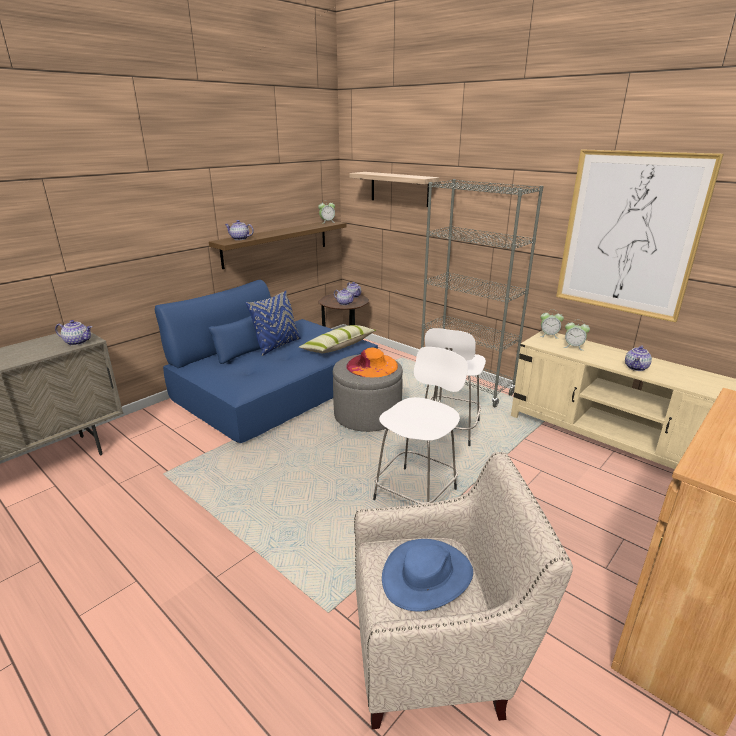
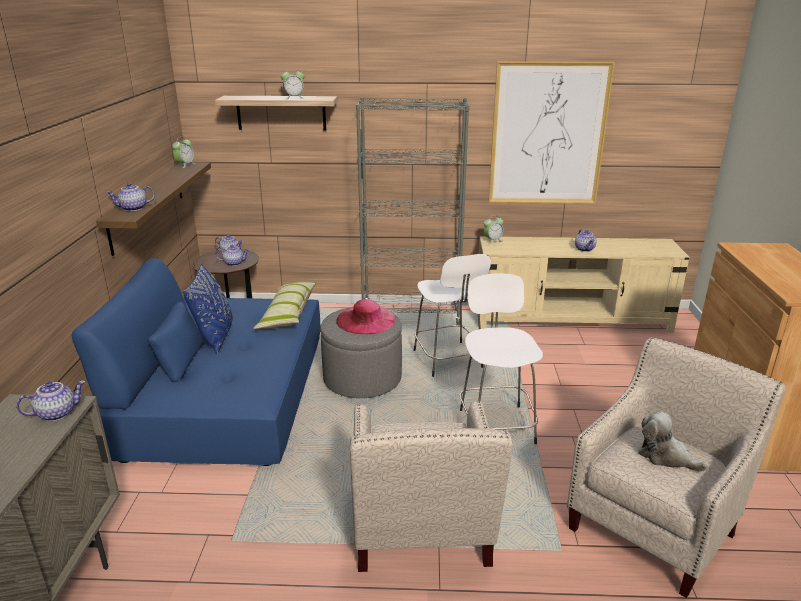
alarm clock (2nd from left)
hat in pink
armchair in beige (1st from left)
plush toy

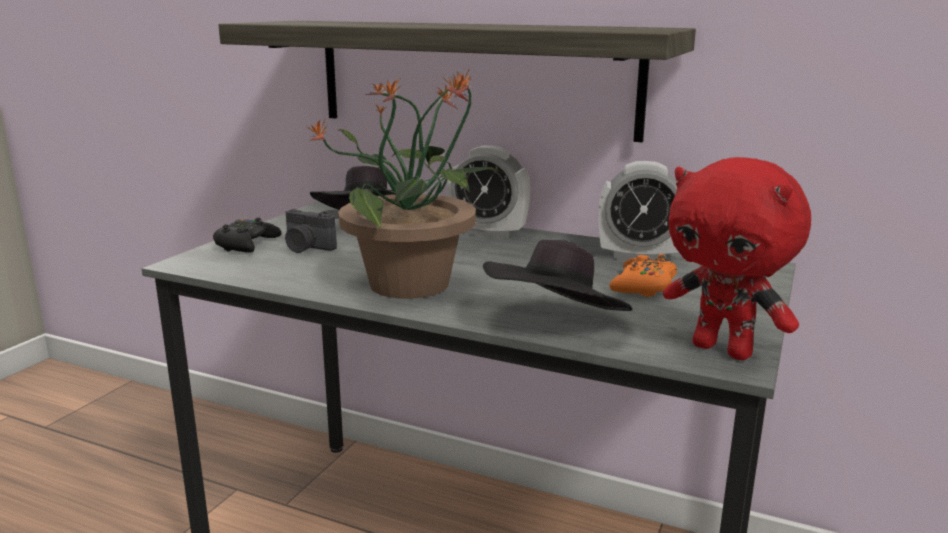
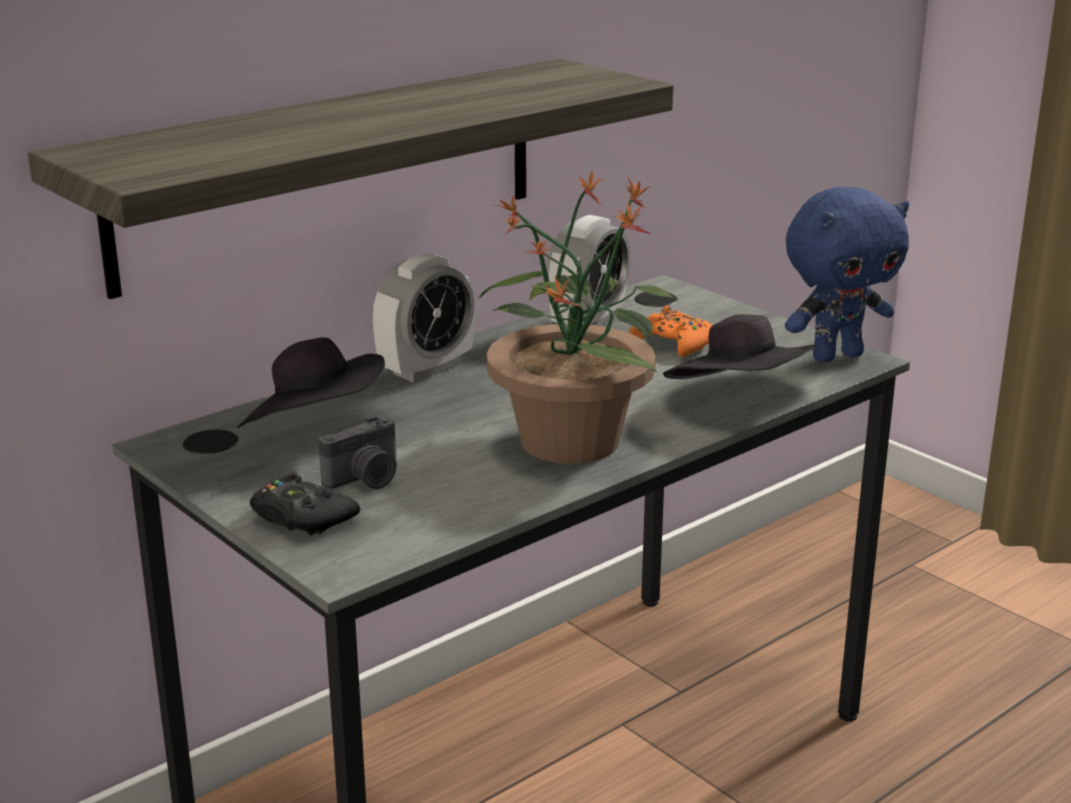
plush toy in blue

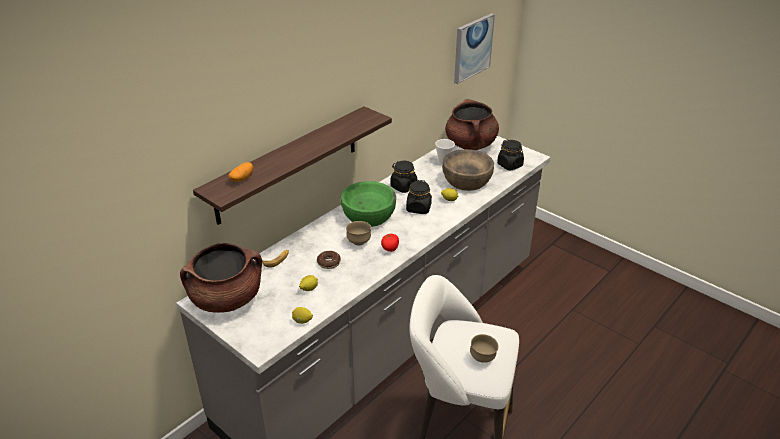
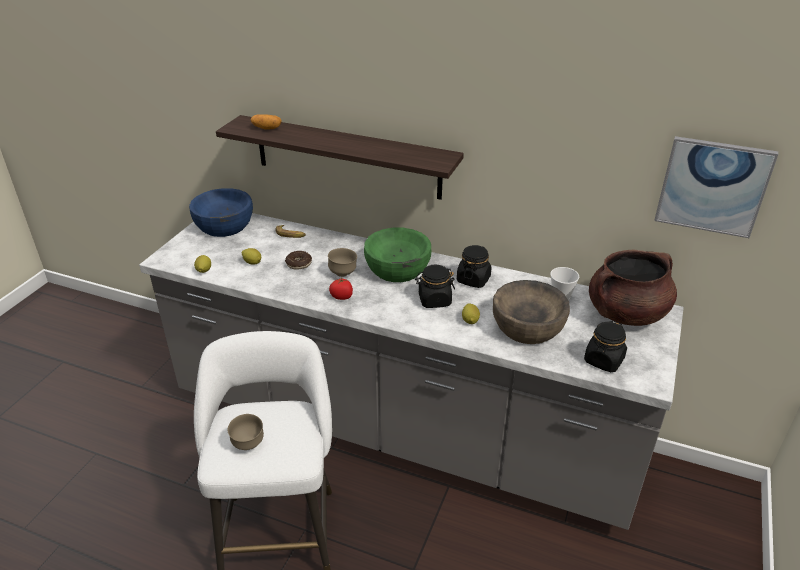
bowl in blue

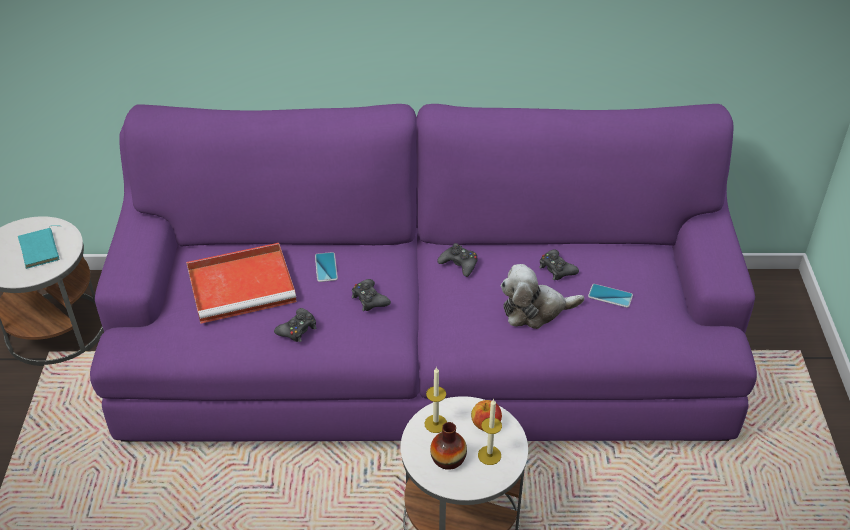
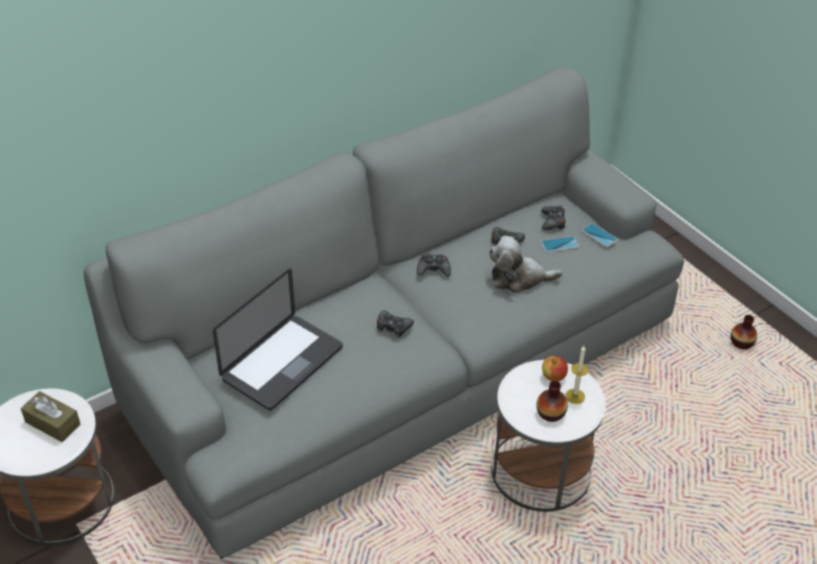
tissue box in brown
sofa in grey
laptop
plush toy
game controller in black (4th from left)
phone (2nd from left)
vase (2nd from left)
candle (1st from left in the first image)

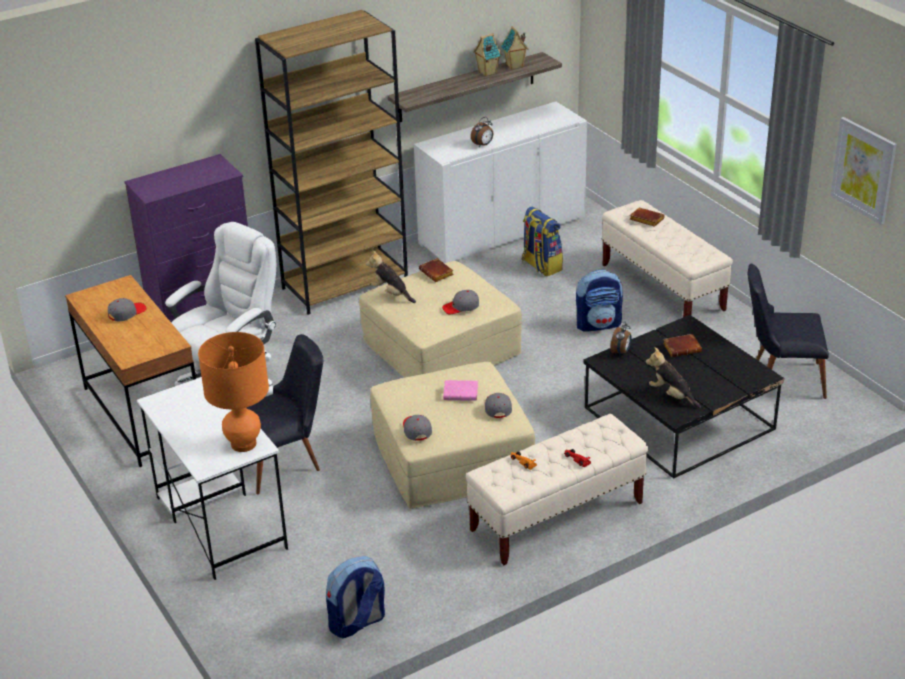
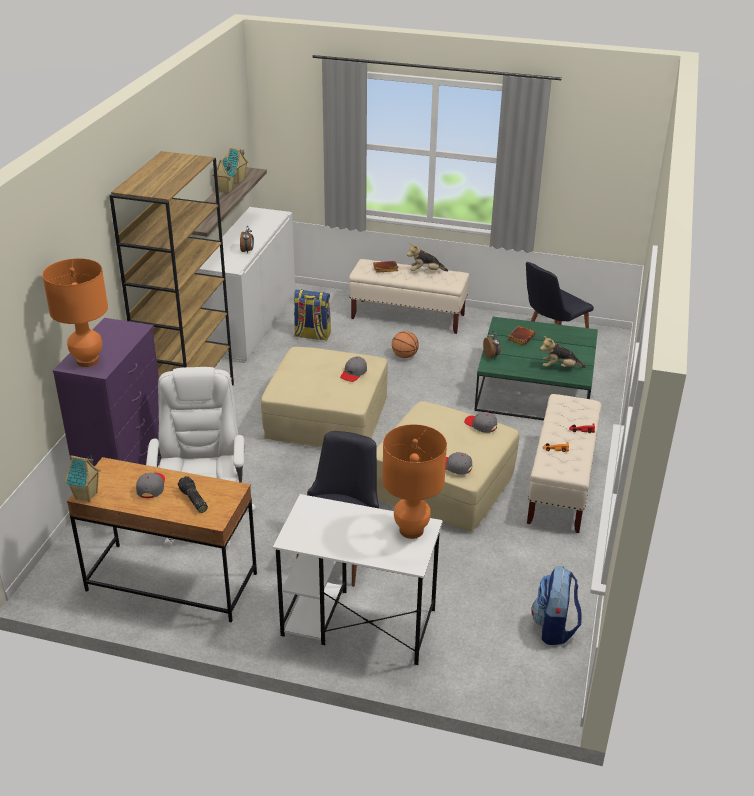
table lamp in orange (1st from left)
toy house (1st from left)
flashlight
basketball
plush toy (1st from left)
coffee table in green
book in brown (1st from left in the first image)
book in pink
picture

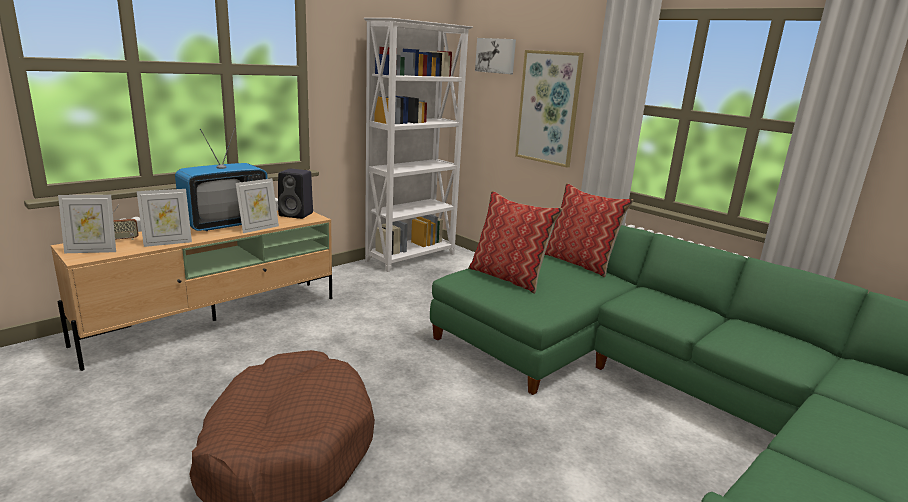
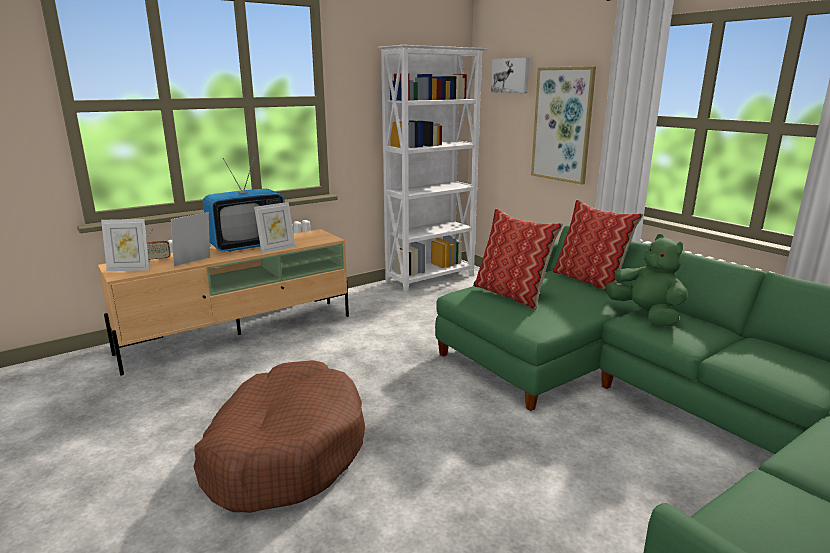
picture frame (2nd from left)
plush toy in green
speaker in black

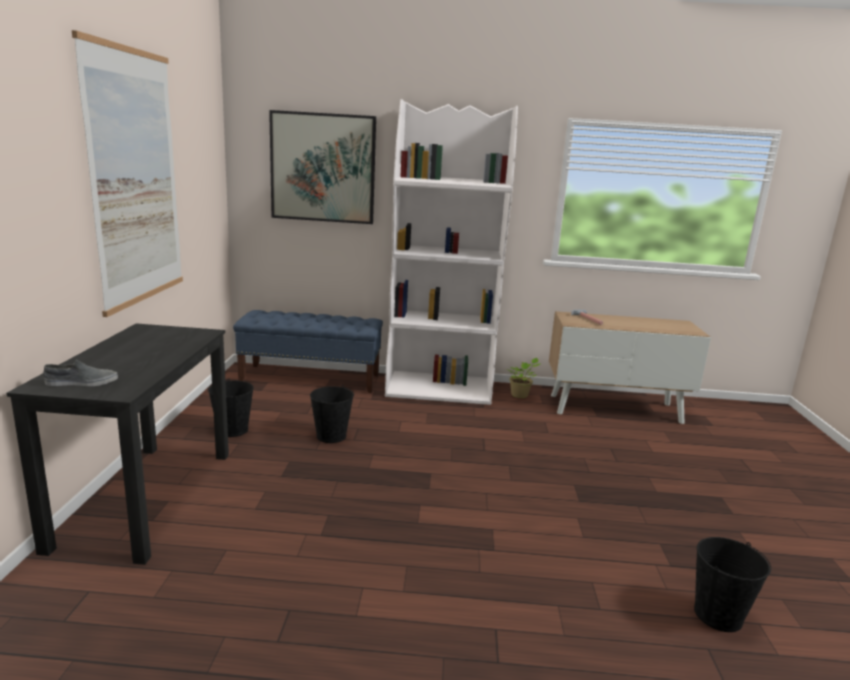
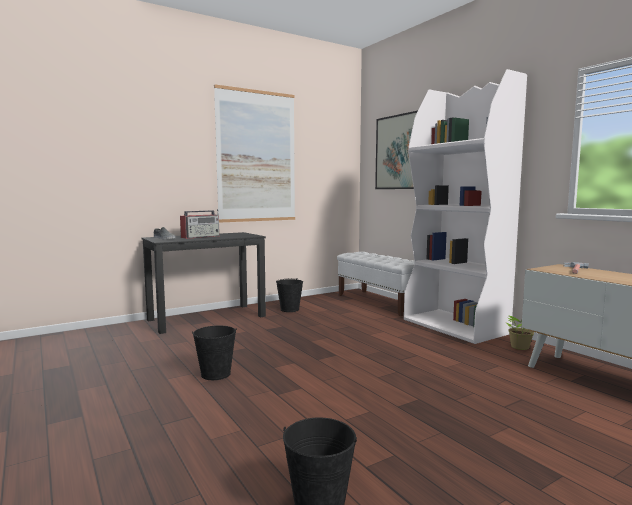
radio
bucket in black (1st from left)
bench in white

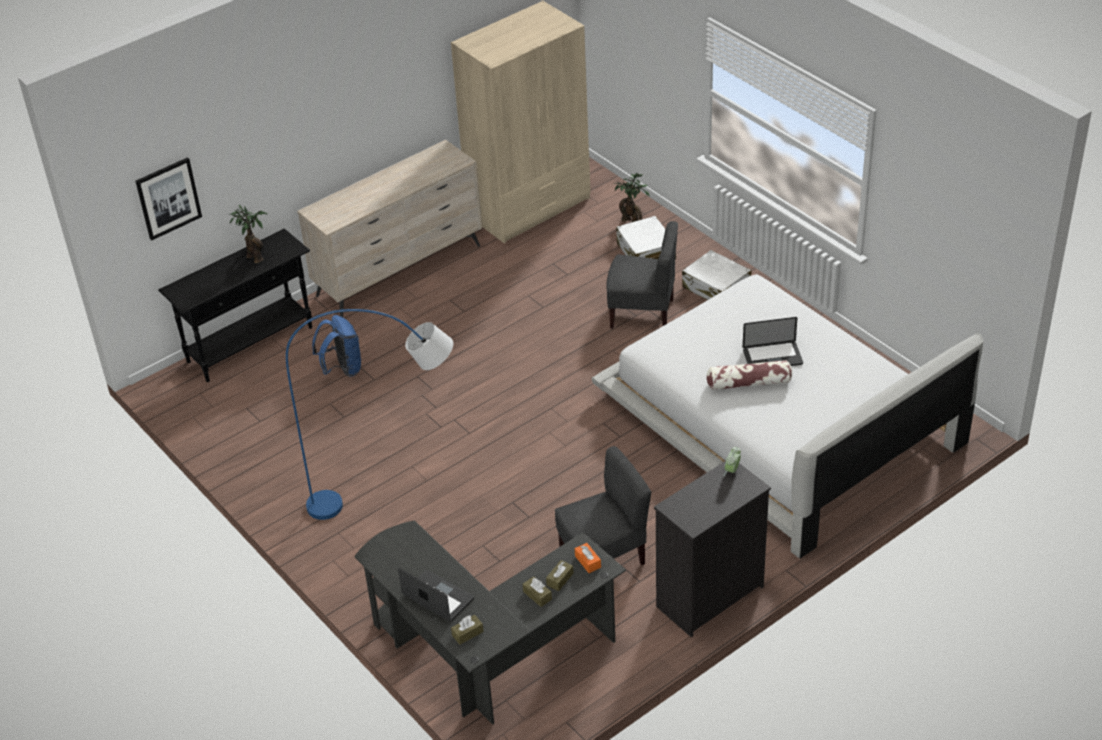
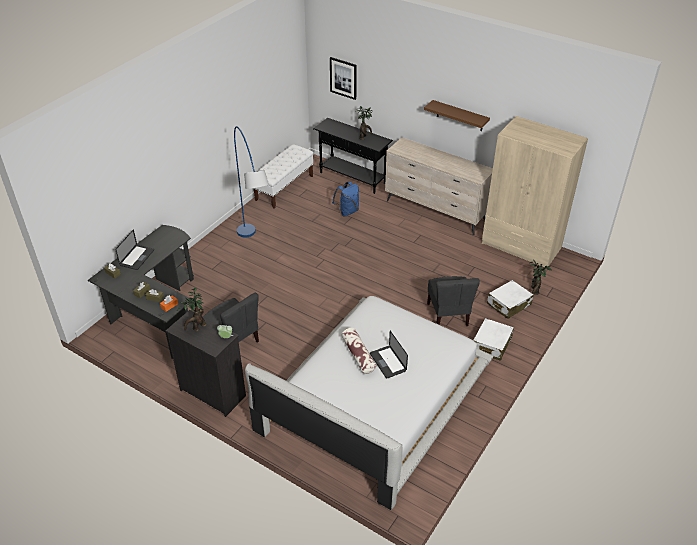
potted plant (1st from left)
bench in white
shelf in brown

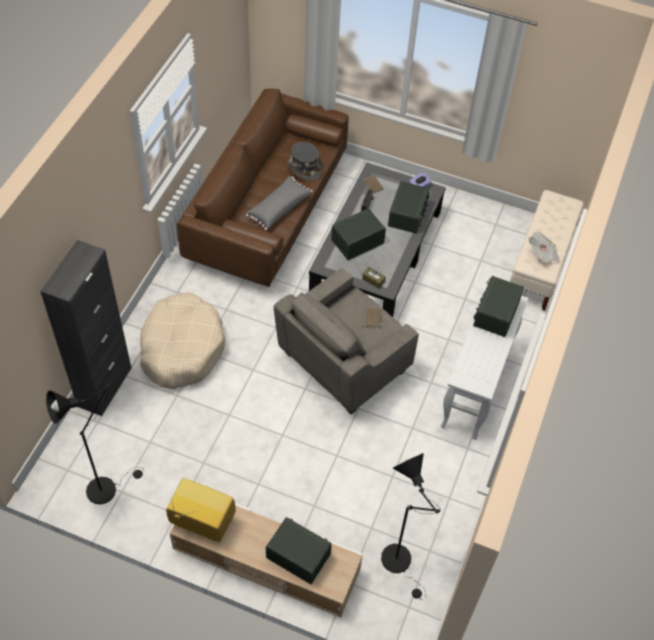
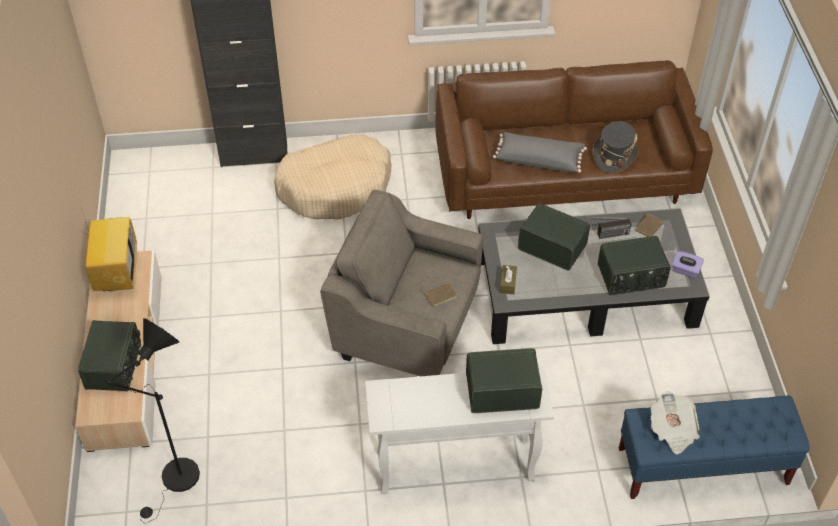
bench in blue
floor lamp in black (1st from left in the first image)

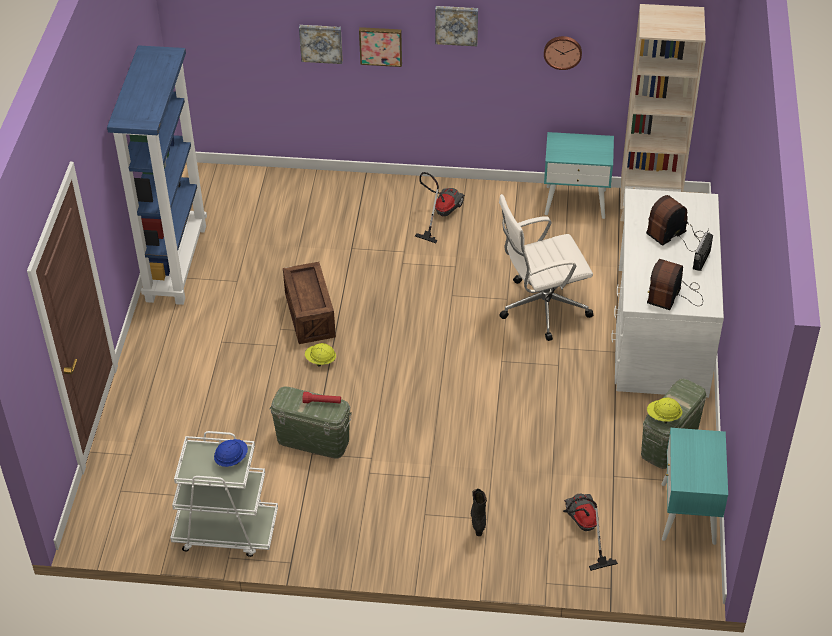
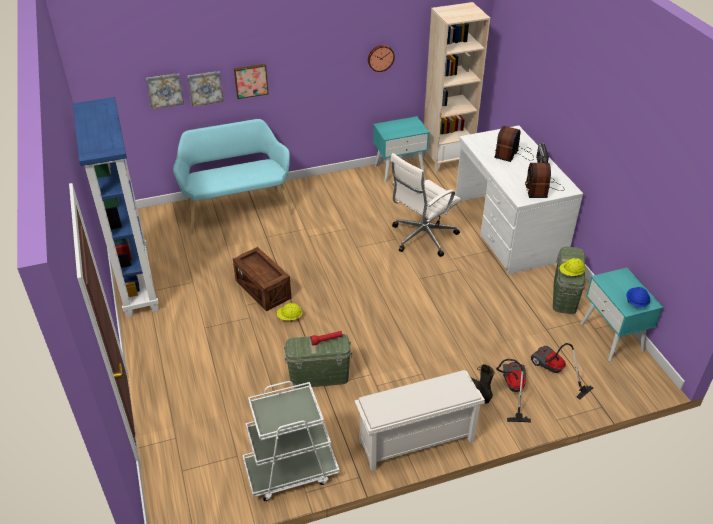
picture (1st from left)
bench in turquoise
shoe rack in white
vacuum cleaner (1st from left)
hard hat in blue

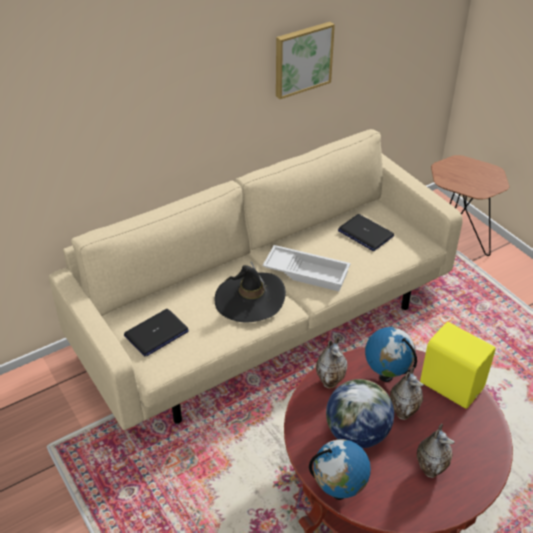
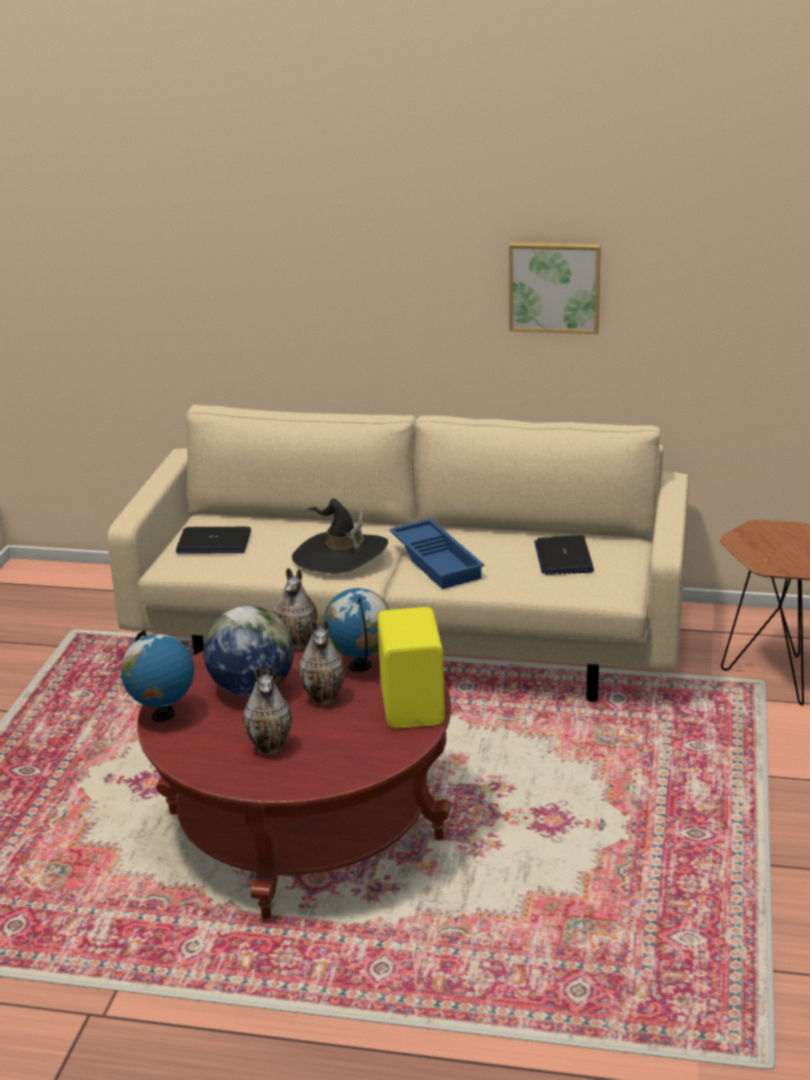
tray in blue

